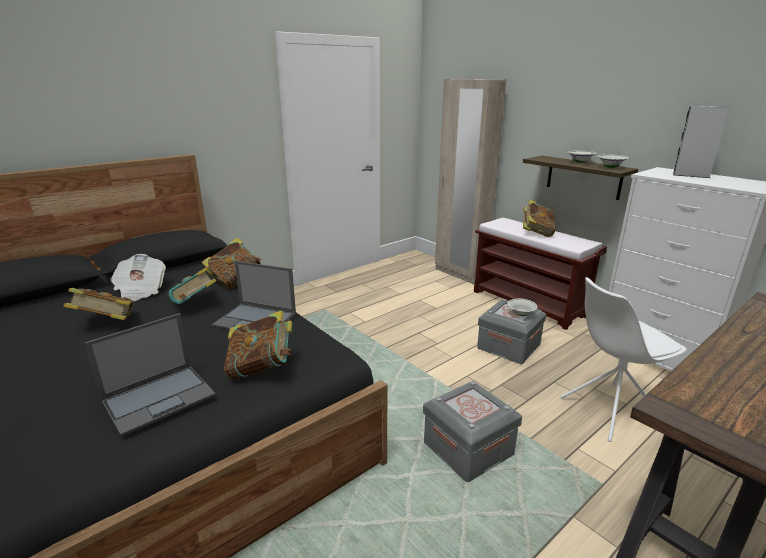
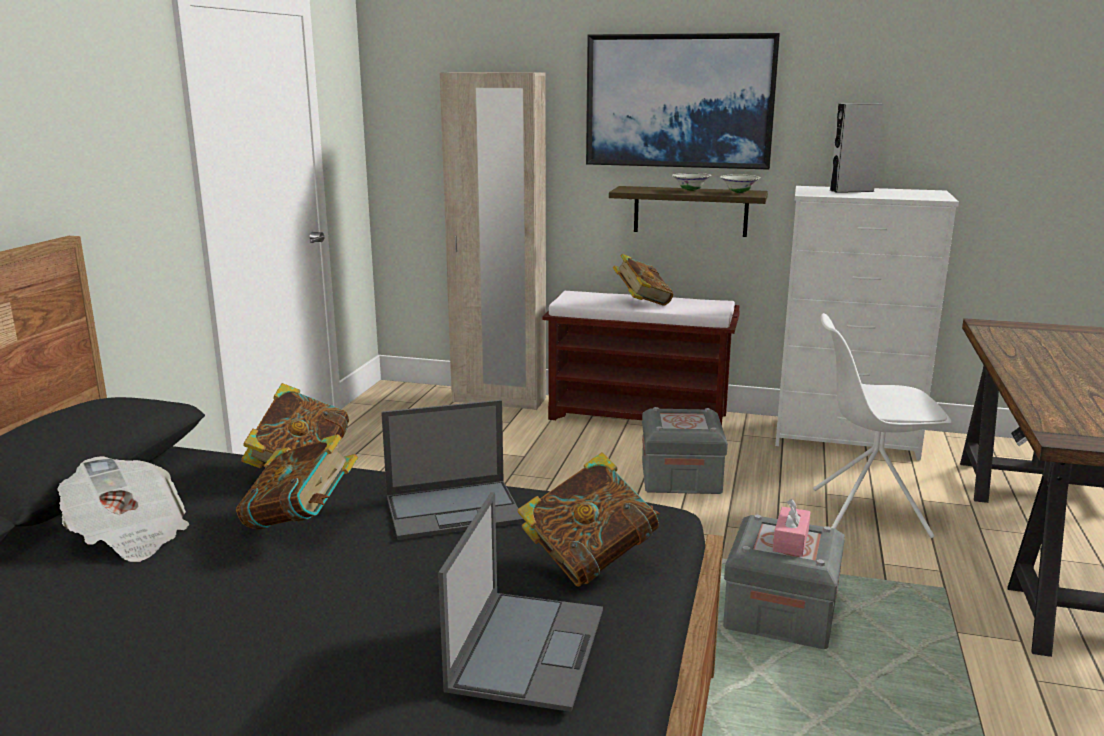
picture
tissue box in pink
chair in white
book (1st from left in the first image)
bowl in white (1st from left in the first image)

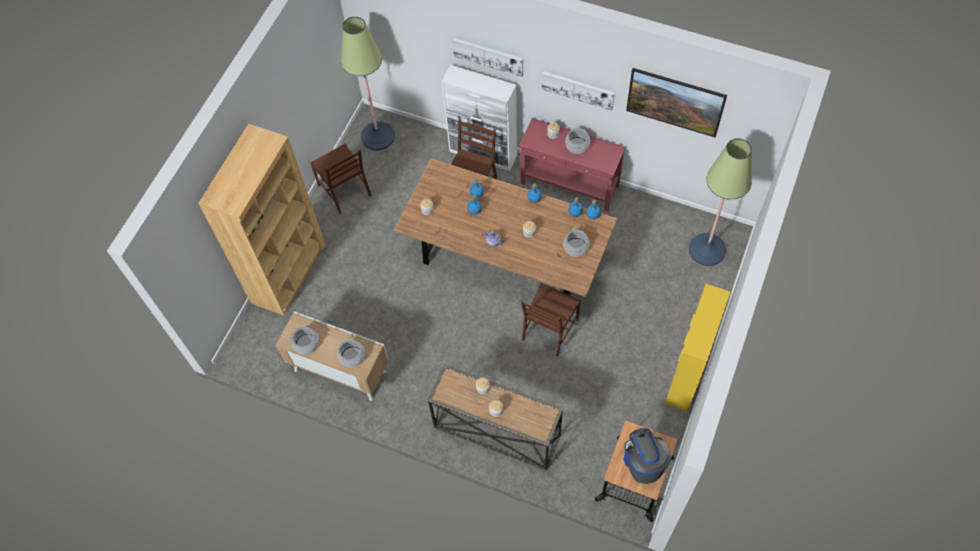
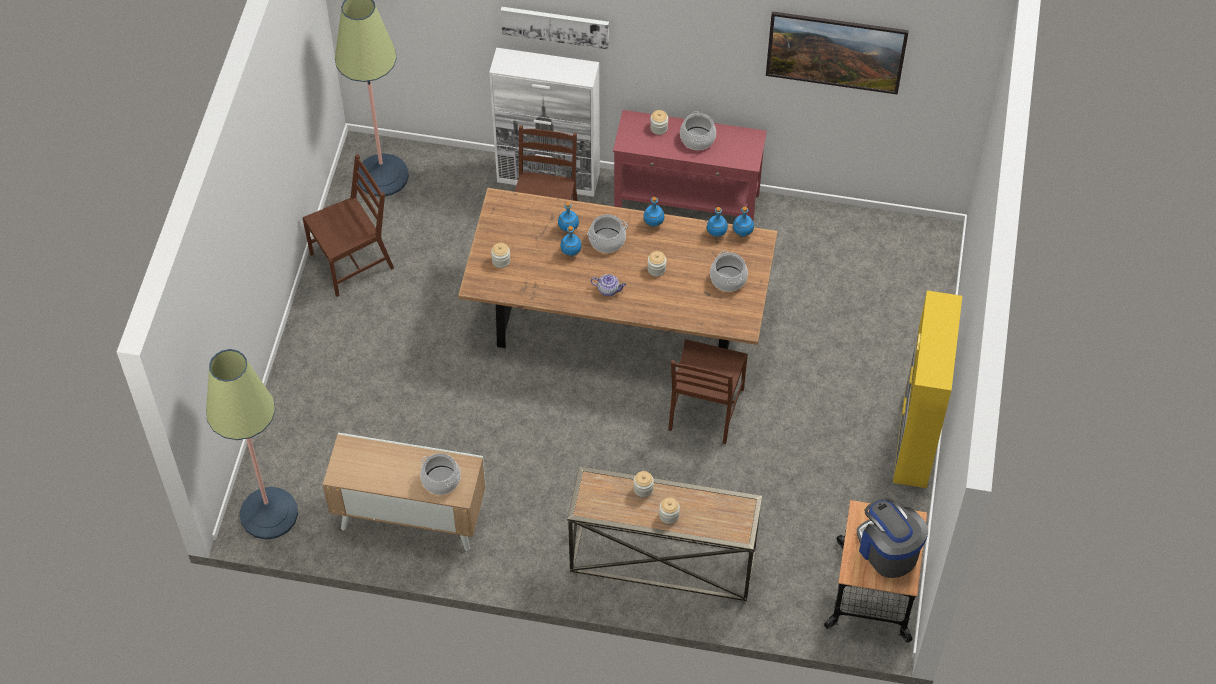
floor lamp (1st from left)
chair in brown (1st from left)
cooking pot (2nd from left)
bookcase in brown
picture (2nd from left in the first image)

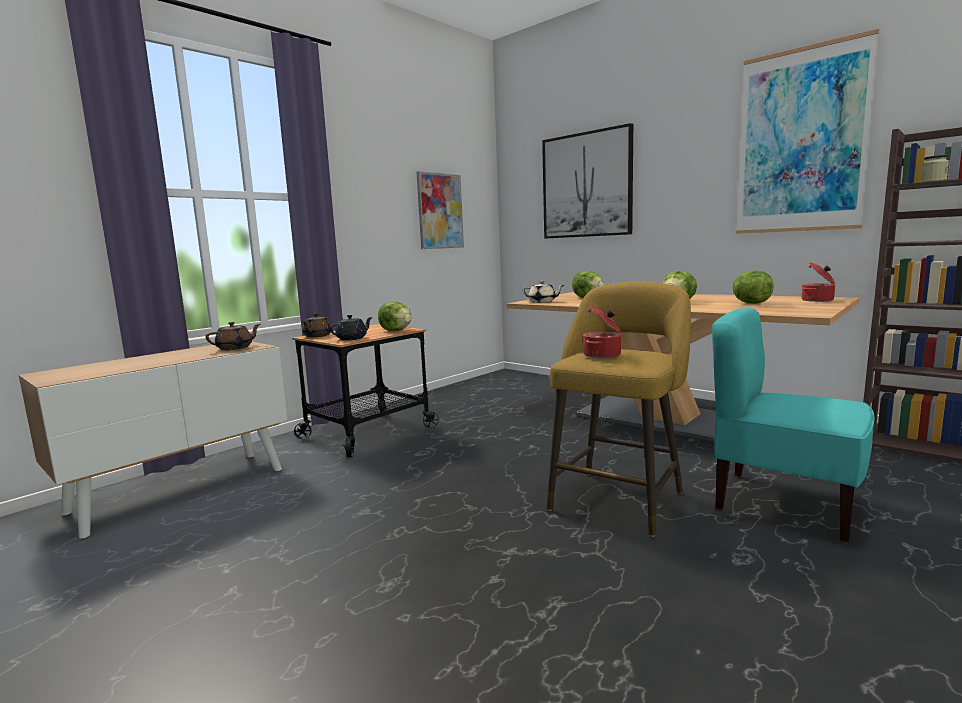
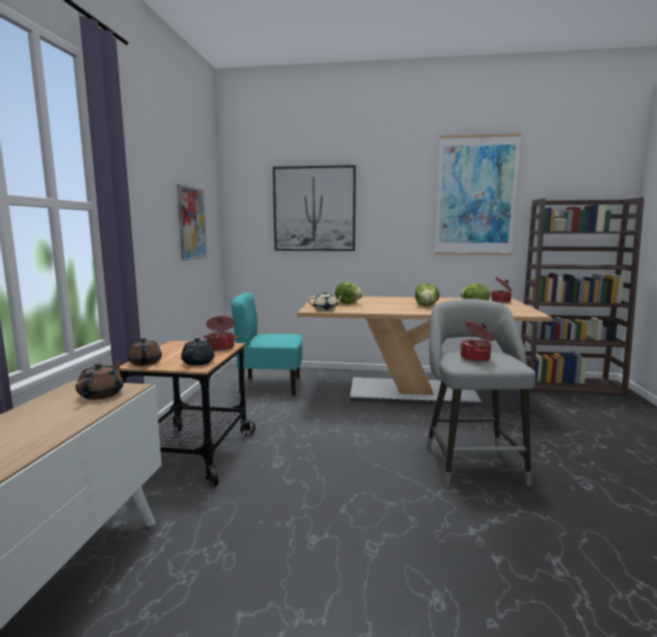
cooking pot (1st from left)
chair in turquoise
stool in grey

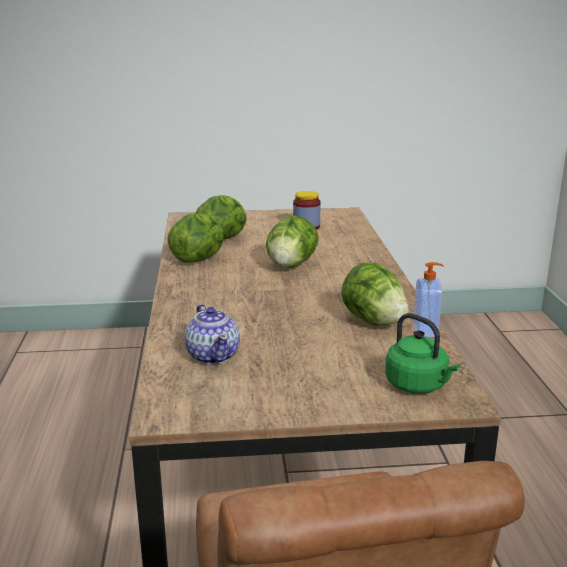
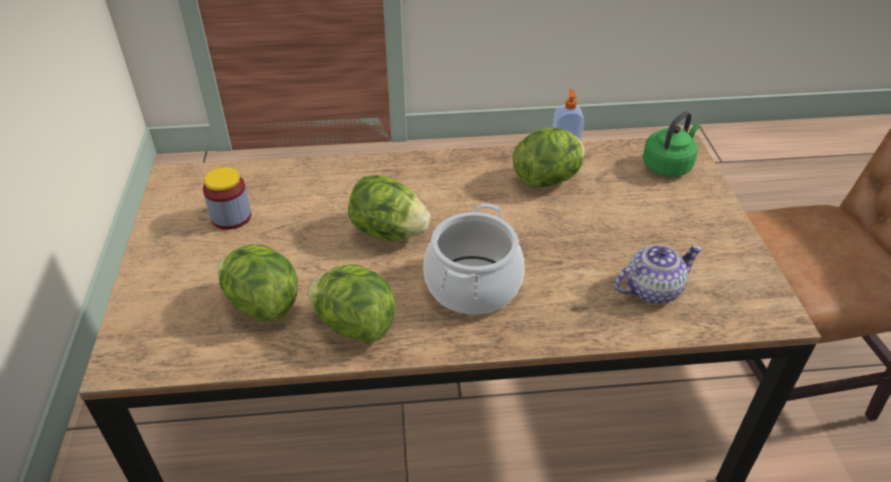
cooking pot

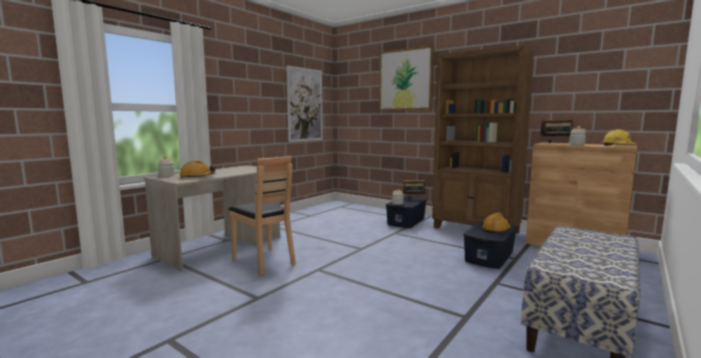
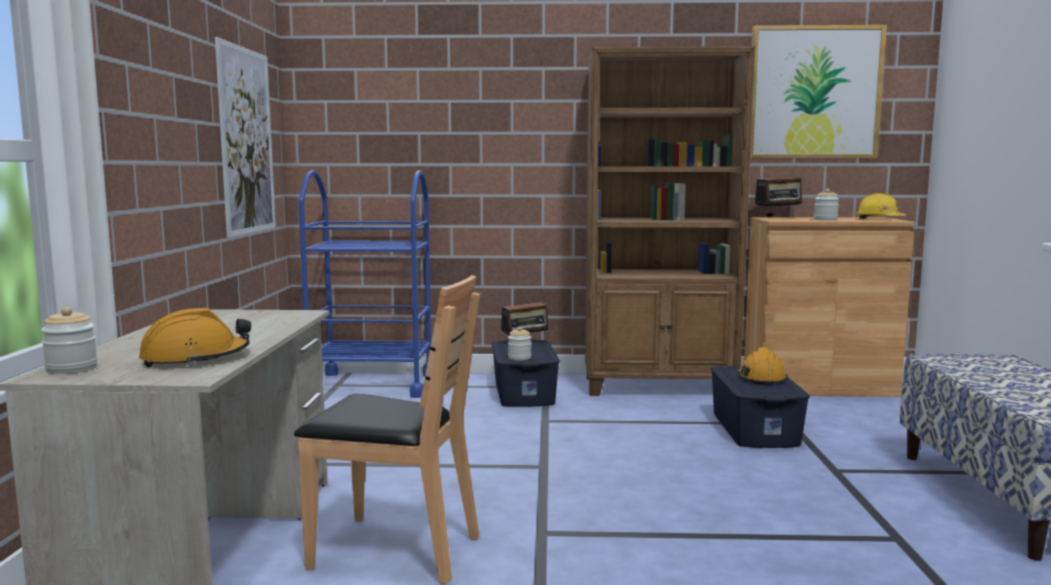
cart in blue
picture (2nd from left)

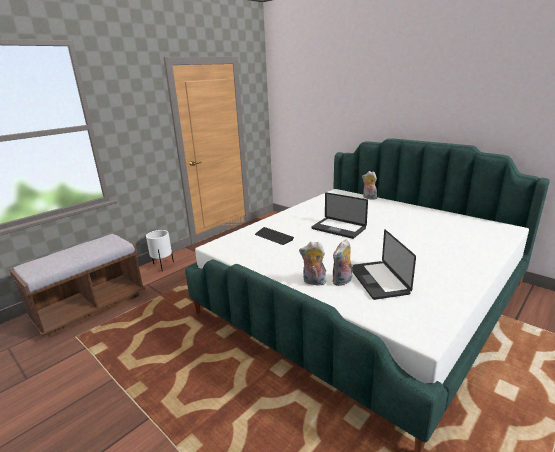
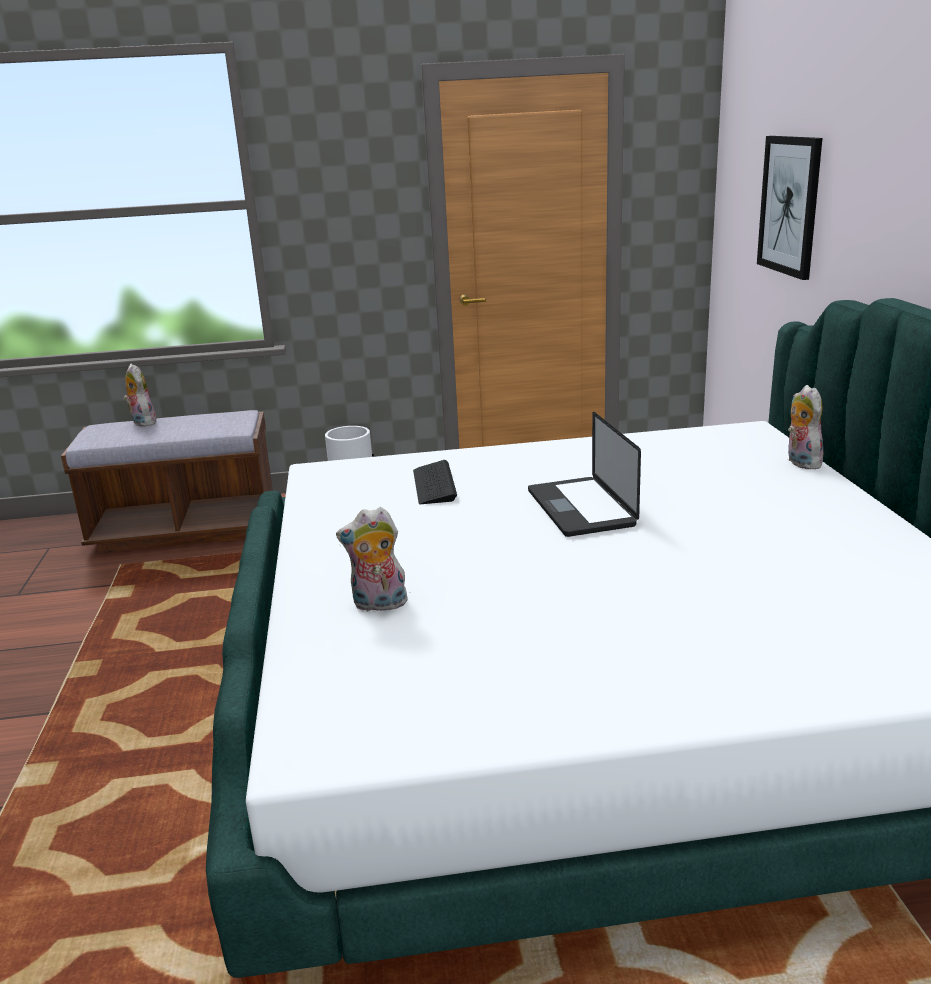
plush toy (1st from left)
picture
laptop (2nd from left in the first image)

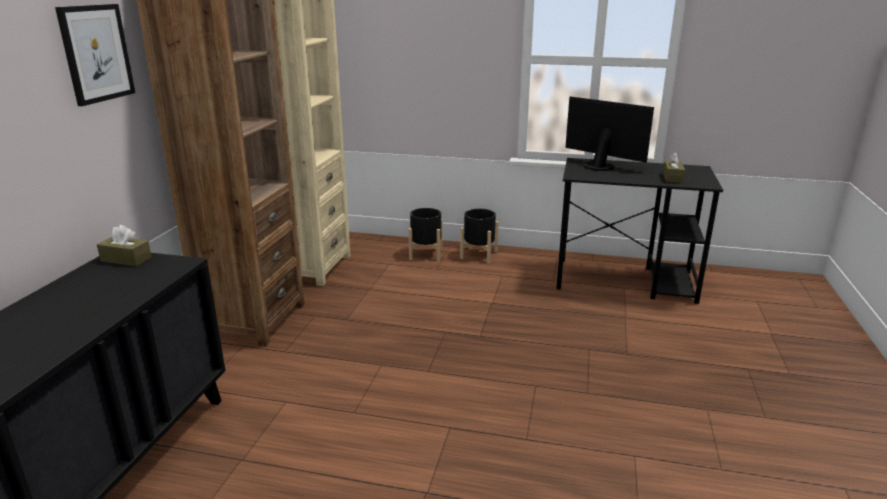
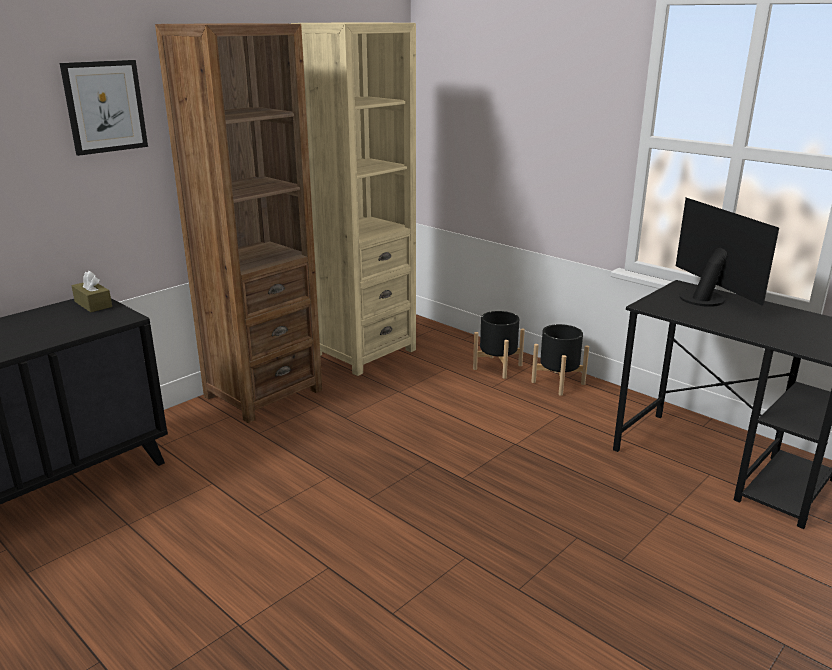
tissue box in brown (2nd from left in the first image)

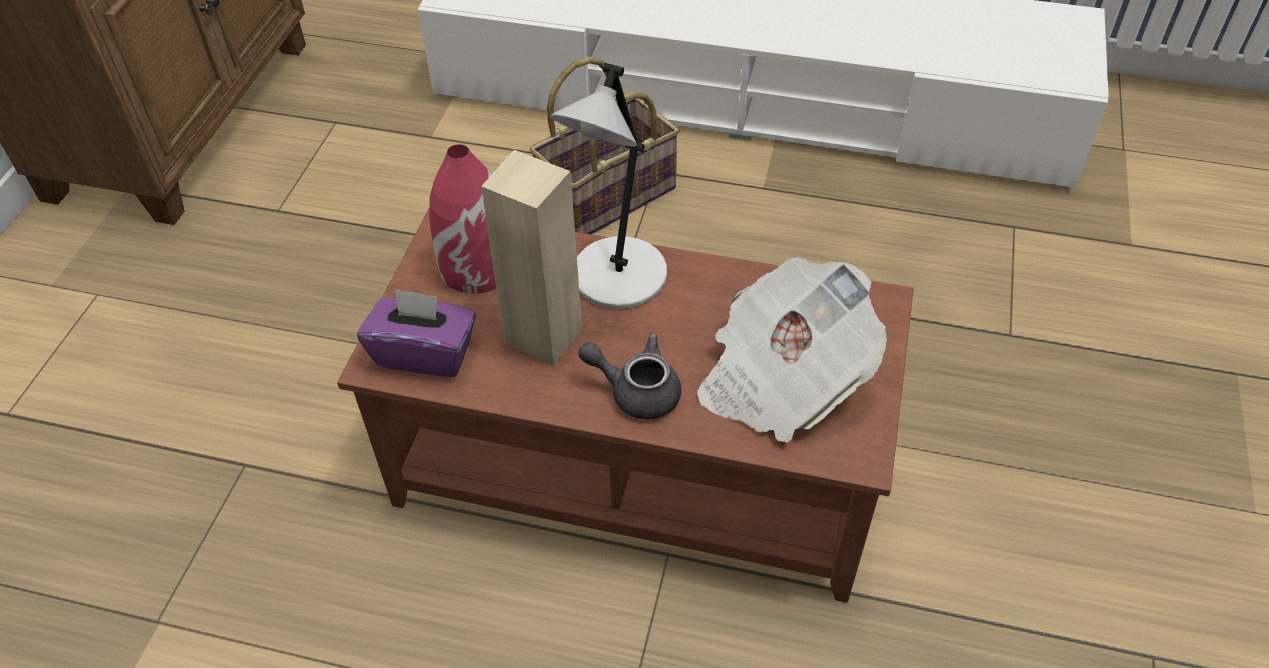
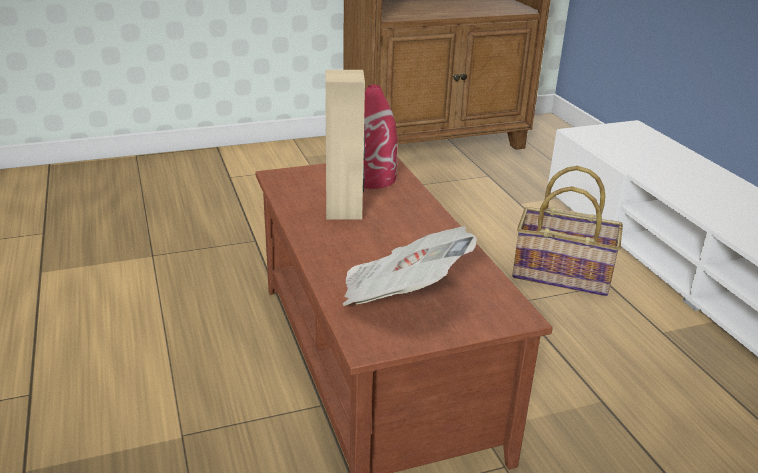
tissue box in purple
table lamp in grey
teapot in grey

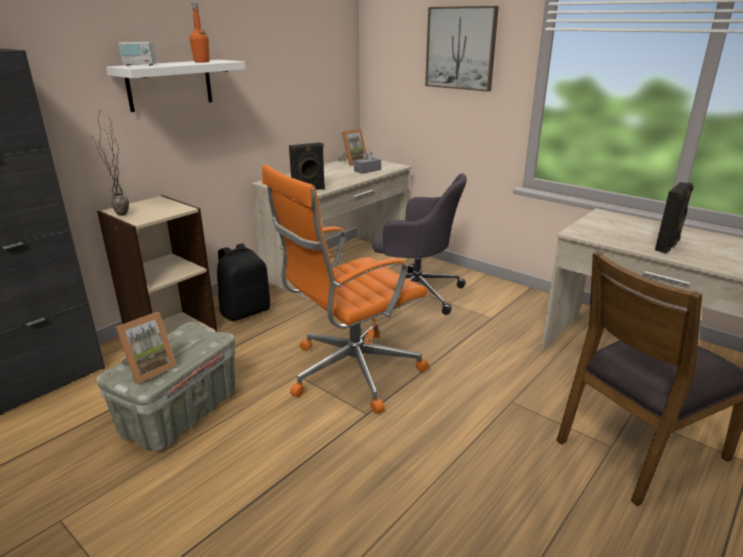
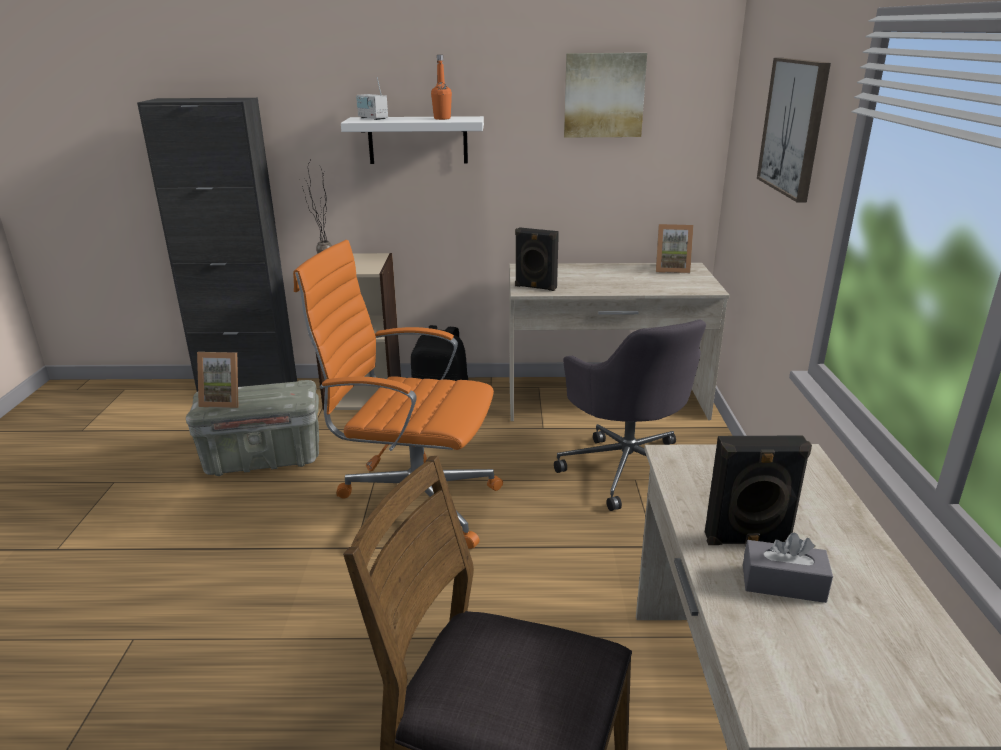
picture (1st from left)
tissue box in grey

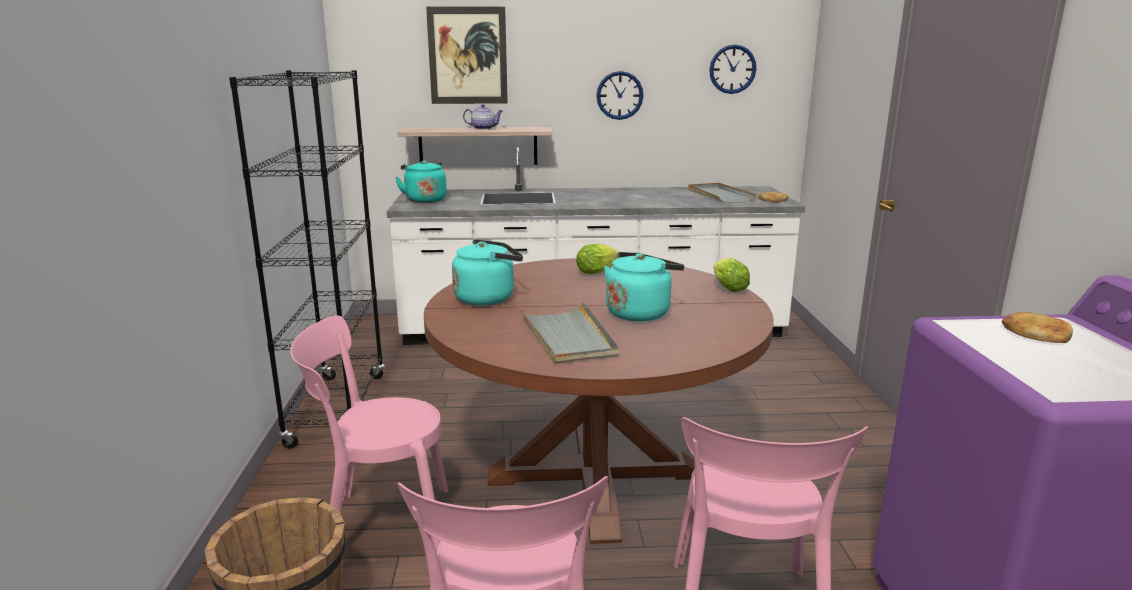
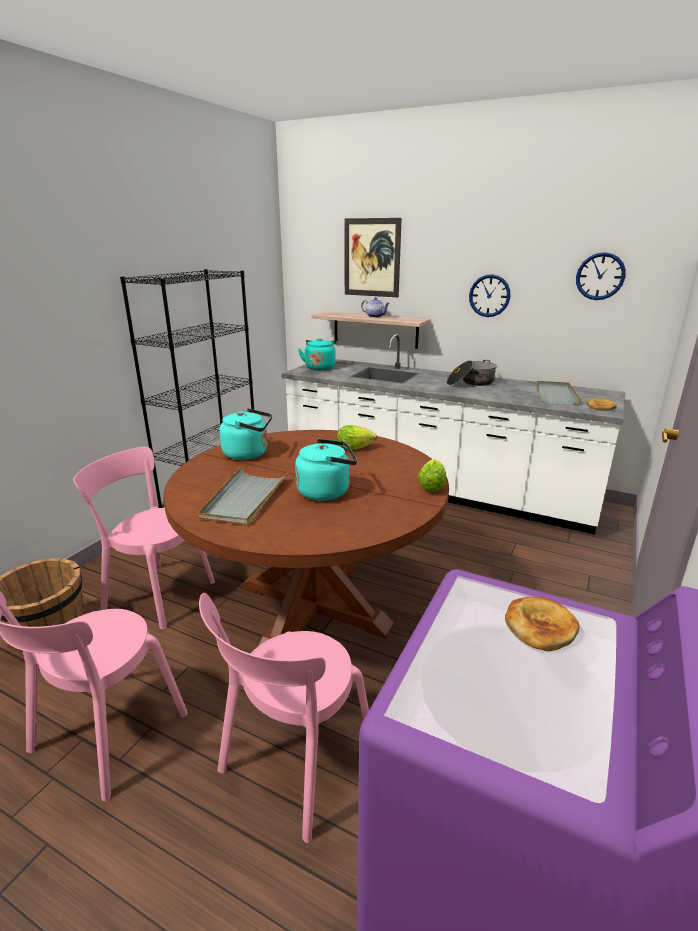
cooking pot

